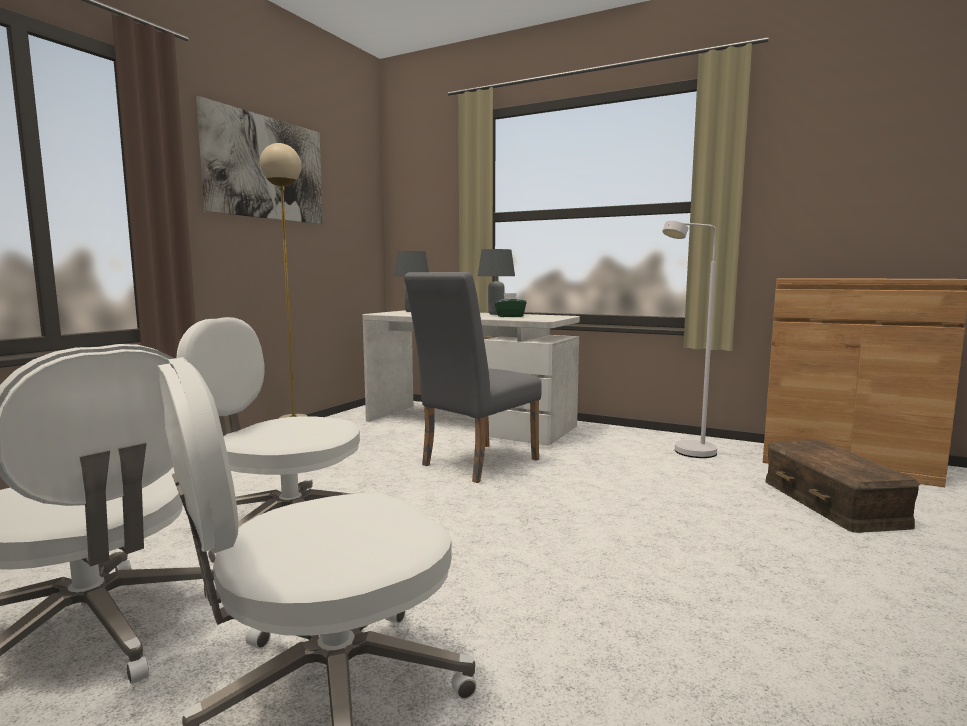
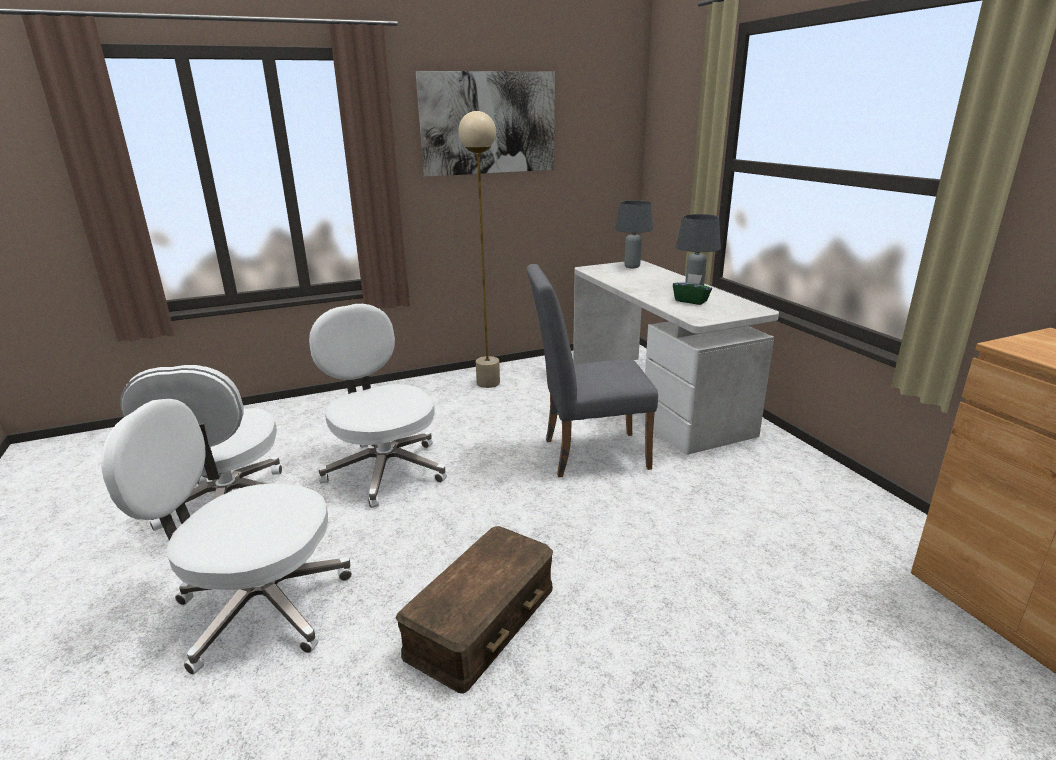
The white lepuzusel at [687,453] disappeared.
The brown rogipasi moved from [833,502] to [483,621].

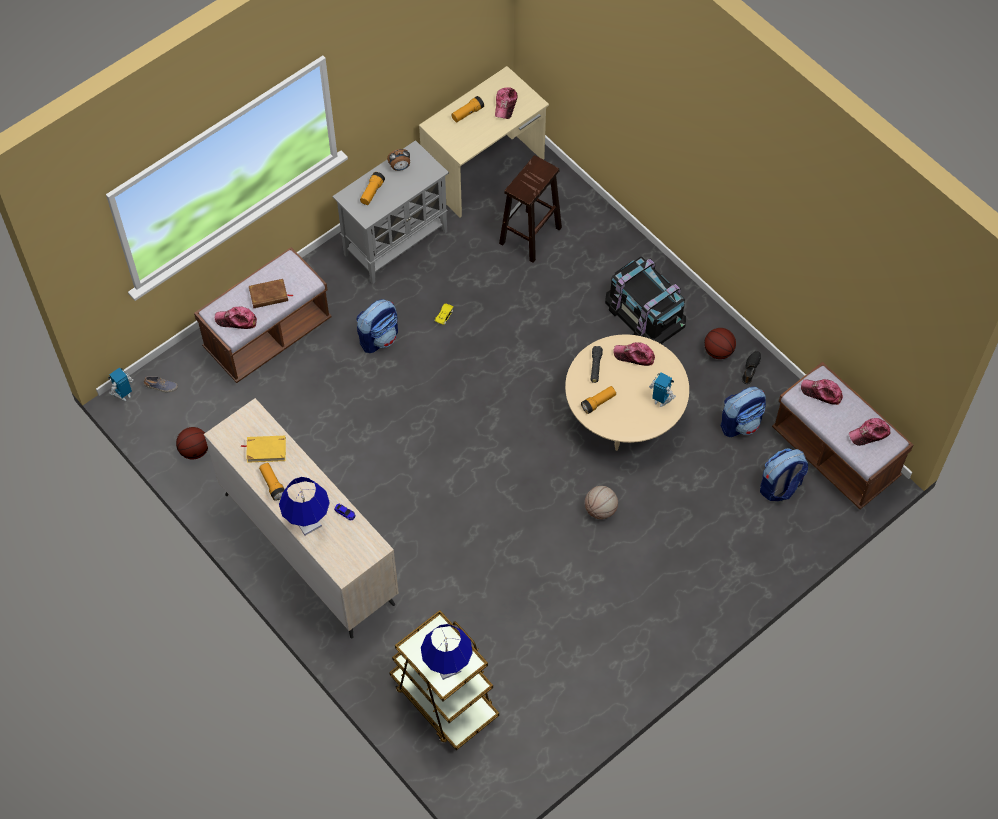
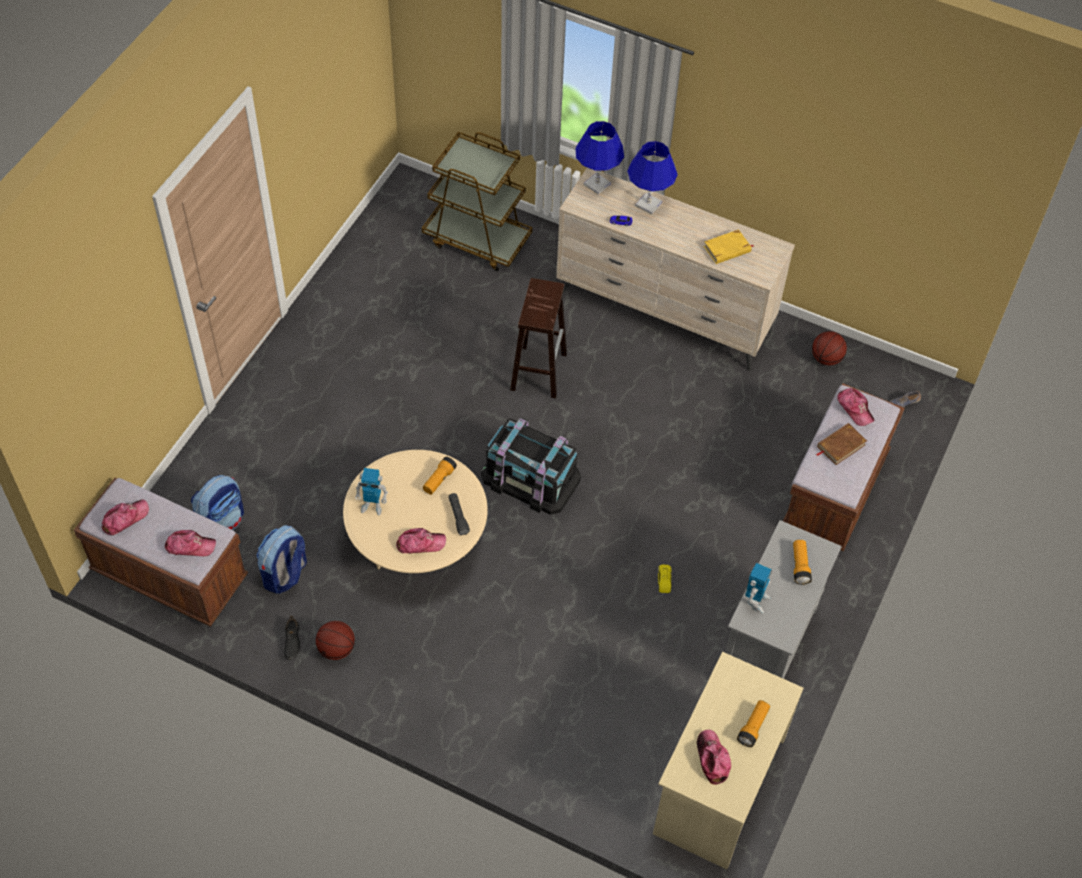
The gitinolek at [400,167] disappeared.
The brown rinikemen moved from [530,236] to [538,370].
The black rogipasi moved from [645,311] to [530,477].
The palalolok at [379,338] disappeared.
The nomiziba at [236,320] turned 75 degrees clockwise.
The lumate moved from [124,395] to [756,601].
The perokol at [272,484] disappeared.
The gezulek at [600,510] disappeared.
The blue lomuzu moved from [447,667] to [597,184].

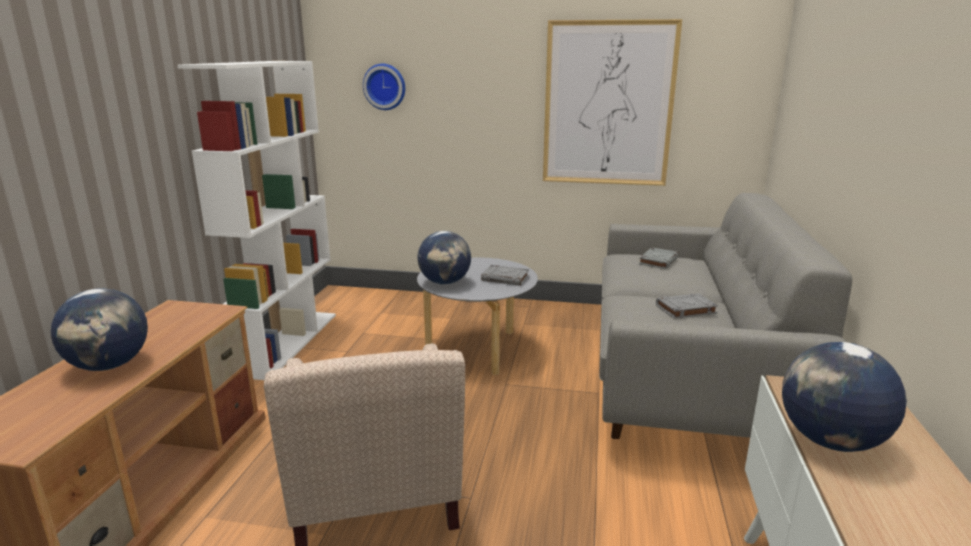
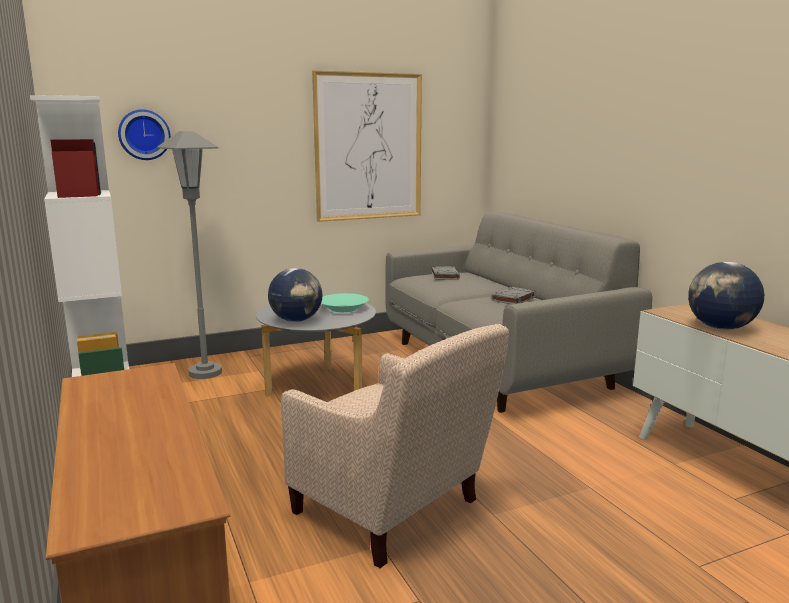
The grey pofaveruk at [506,278] was replaced by the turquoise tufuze at [344,308].
The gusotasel at [109,366] disappeared.
The grey lepuzusel at [205,372] appeared.

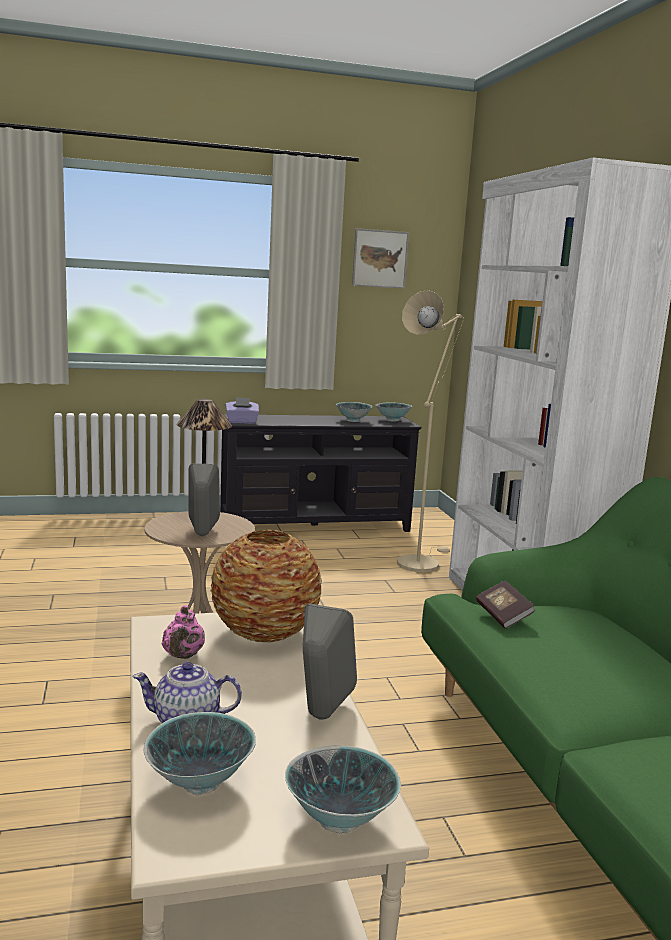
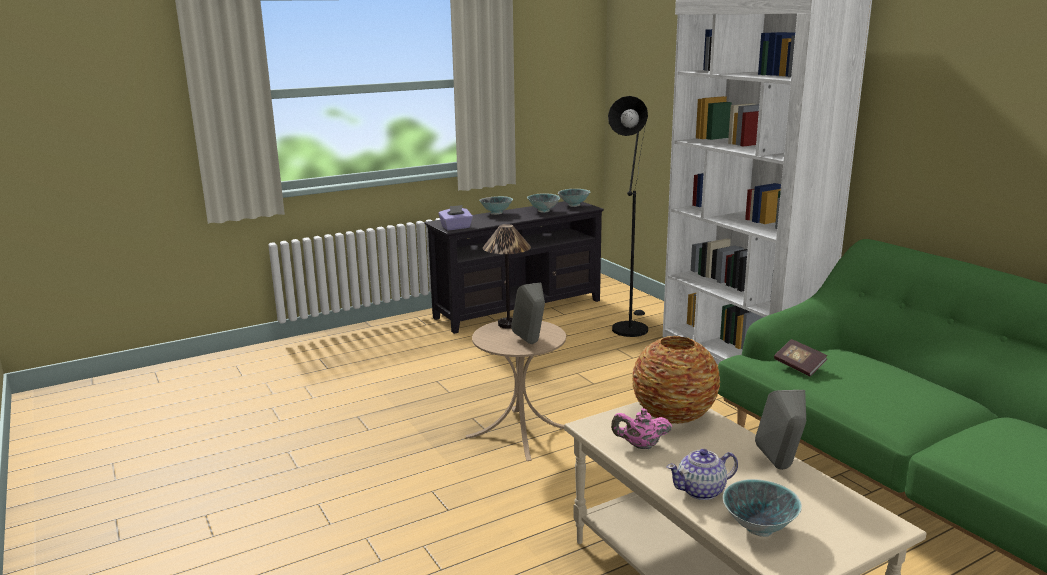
The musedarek at [380,258] disappeared.
The beige lepuzusel at [420,561] became the black lepuzusel at [630,327].
The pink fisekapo at [182,656] turned 105 degrees clockwise.
The tufuze moved from [340,820] to [496,213].

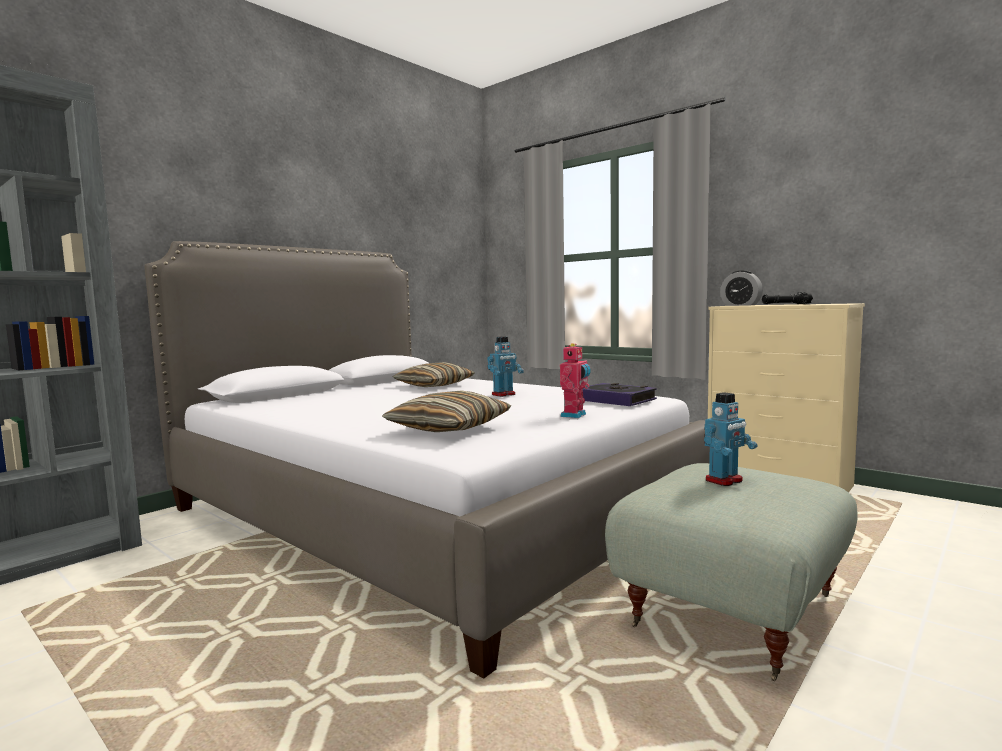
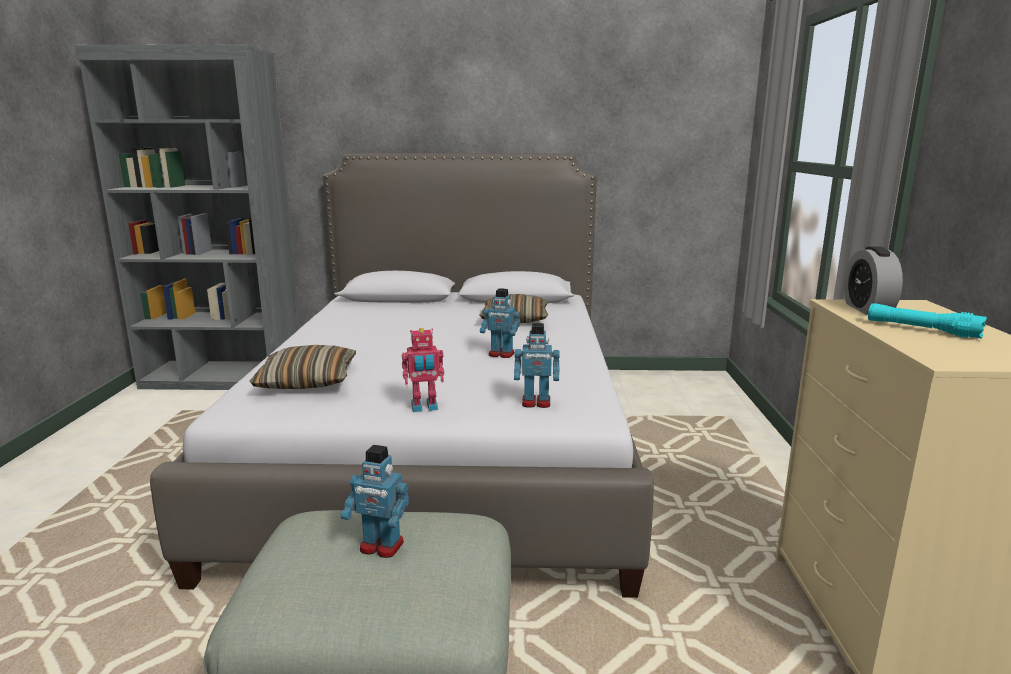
The black perokol at [786,304] became the turquoise perokol at [921,330].
The pofaveruk at [615,400] was replaced by the lumate at [536,403].

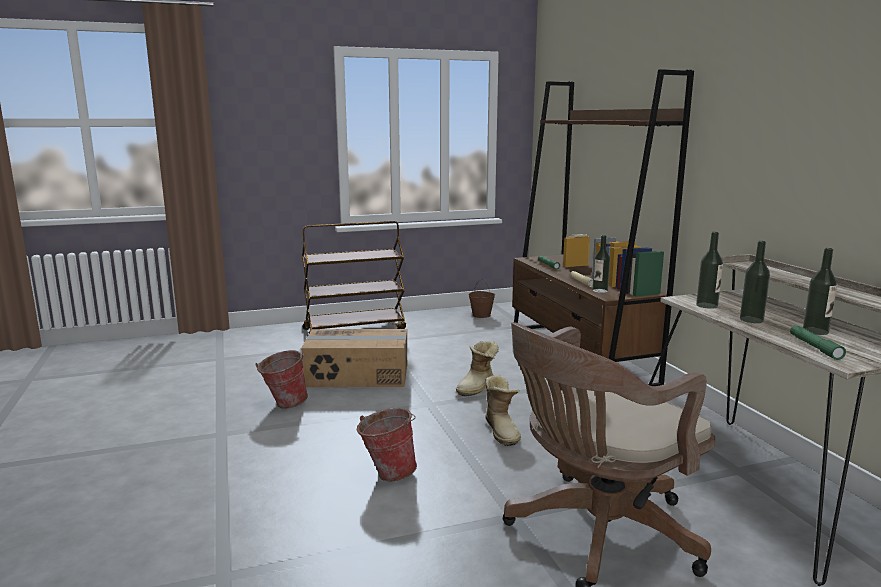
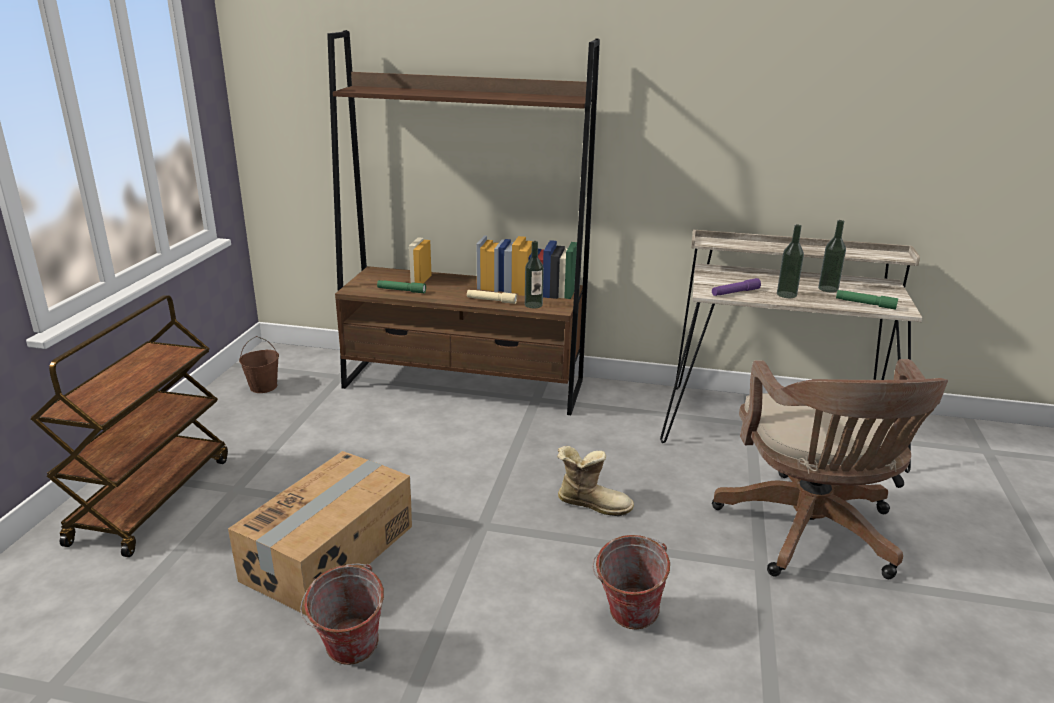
The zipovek at [707,305] was replaced by the purple perokol at [735,292].
The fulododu at [478,387] disappeared.

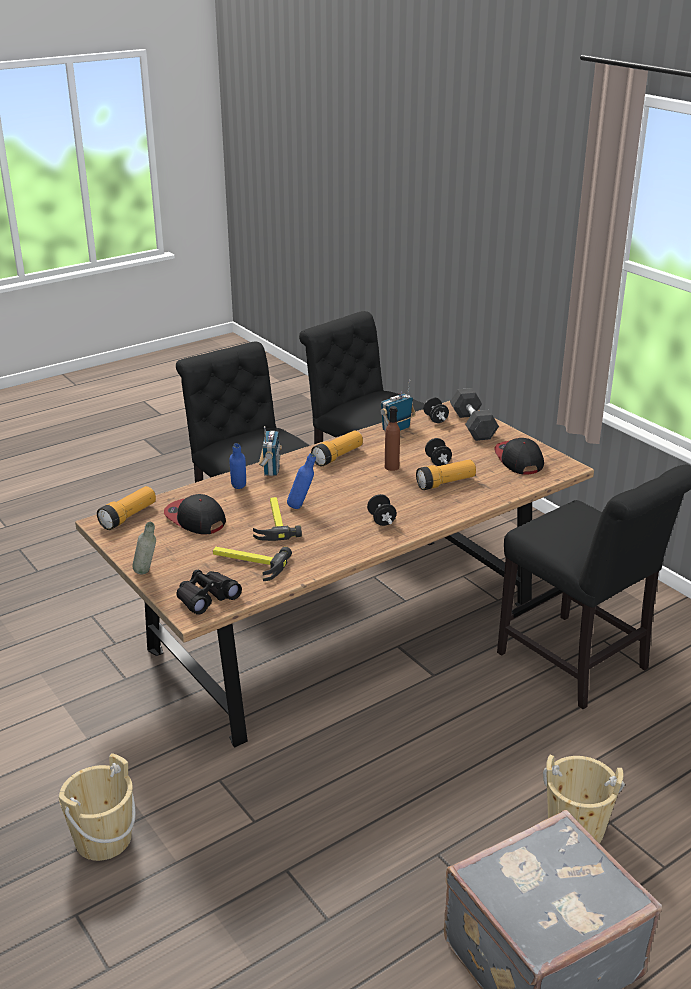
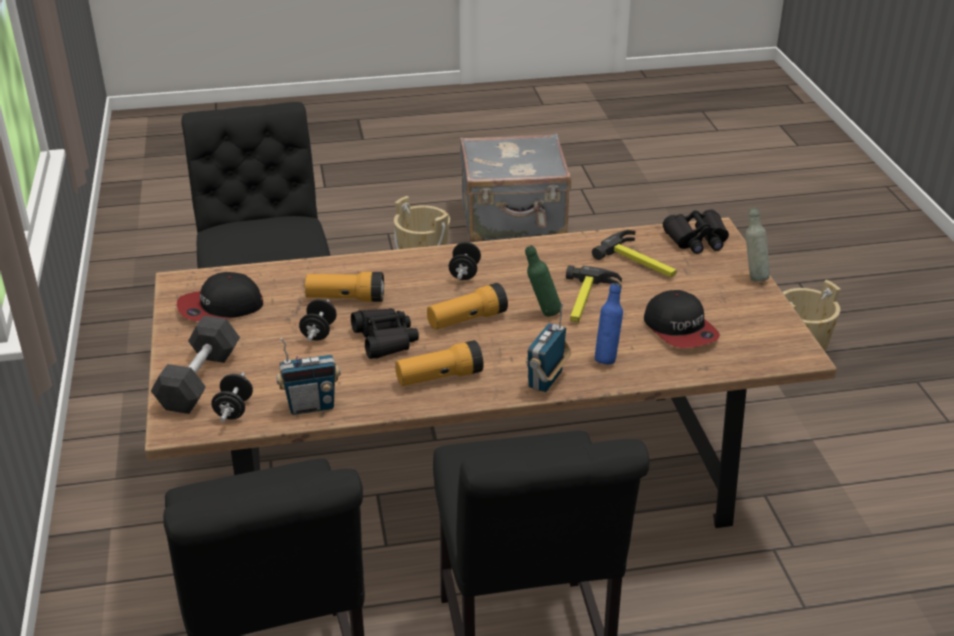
The brown zipovek at [391,467] was replaced by the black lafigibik at [385,340].
The nomiziba at [518,460] turned 60 degrees clockwise.
The blue zipovek at [301,506] became the green zipovek at [542,312].
The perokol moved from [128,517] to [467,320].

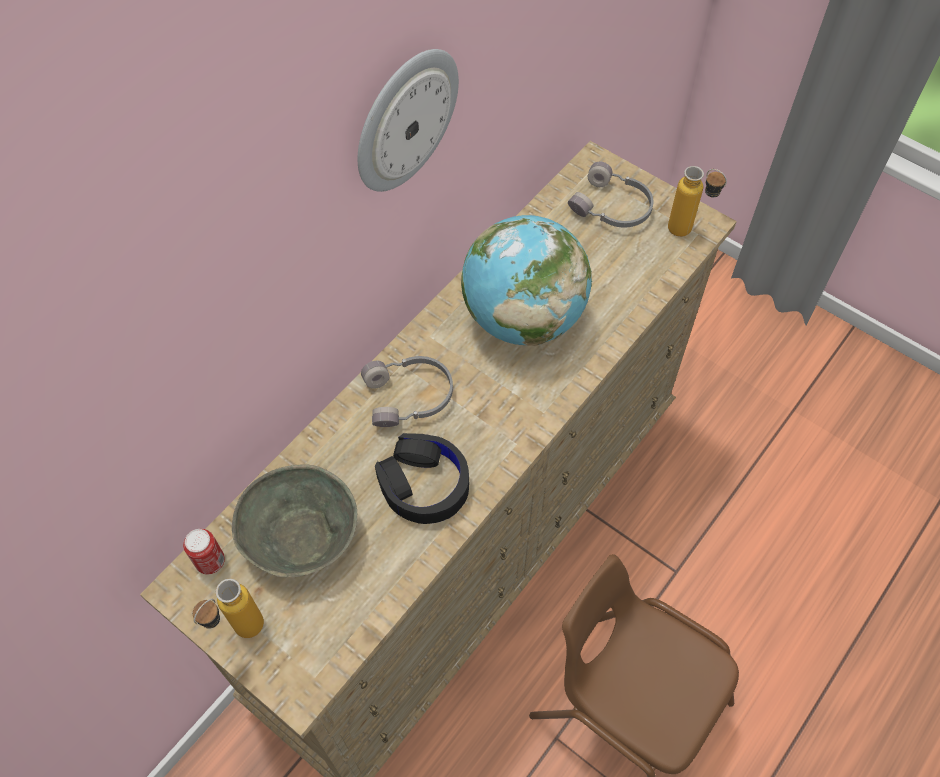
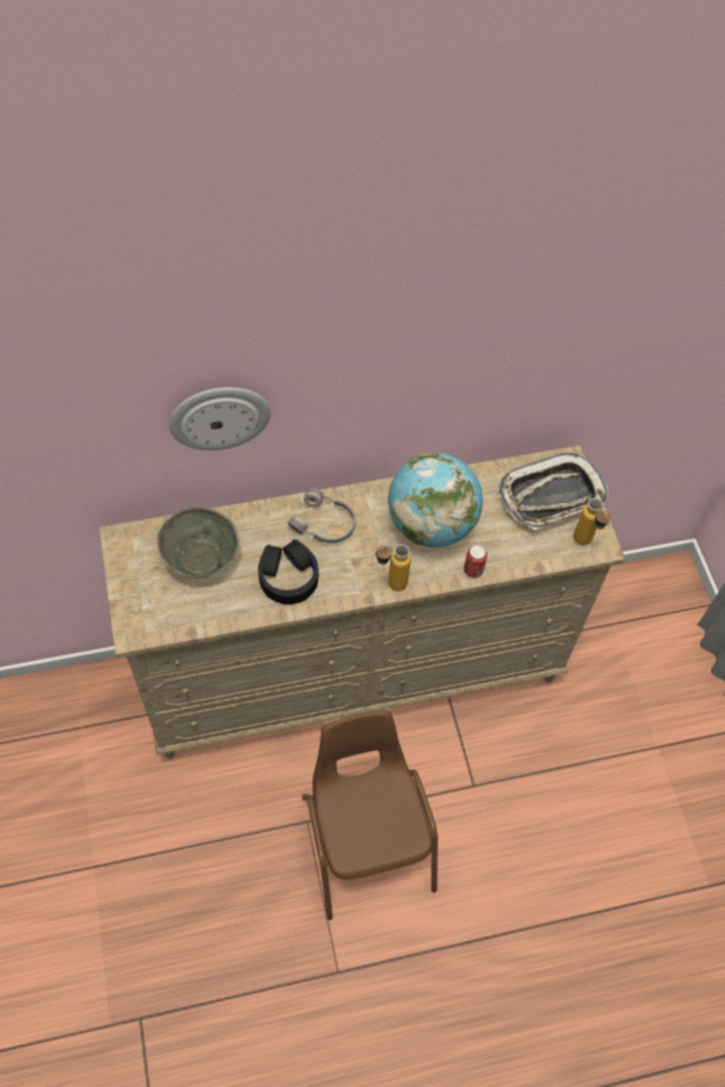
The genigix moved from [404,119] to [219,416].
The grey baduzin at [612,207] was replaced by the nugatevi at [551,496].
The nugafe moved from [210,562] to [473,570].
The zipovek moved from [240,634] to [389,585].

